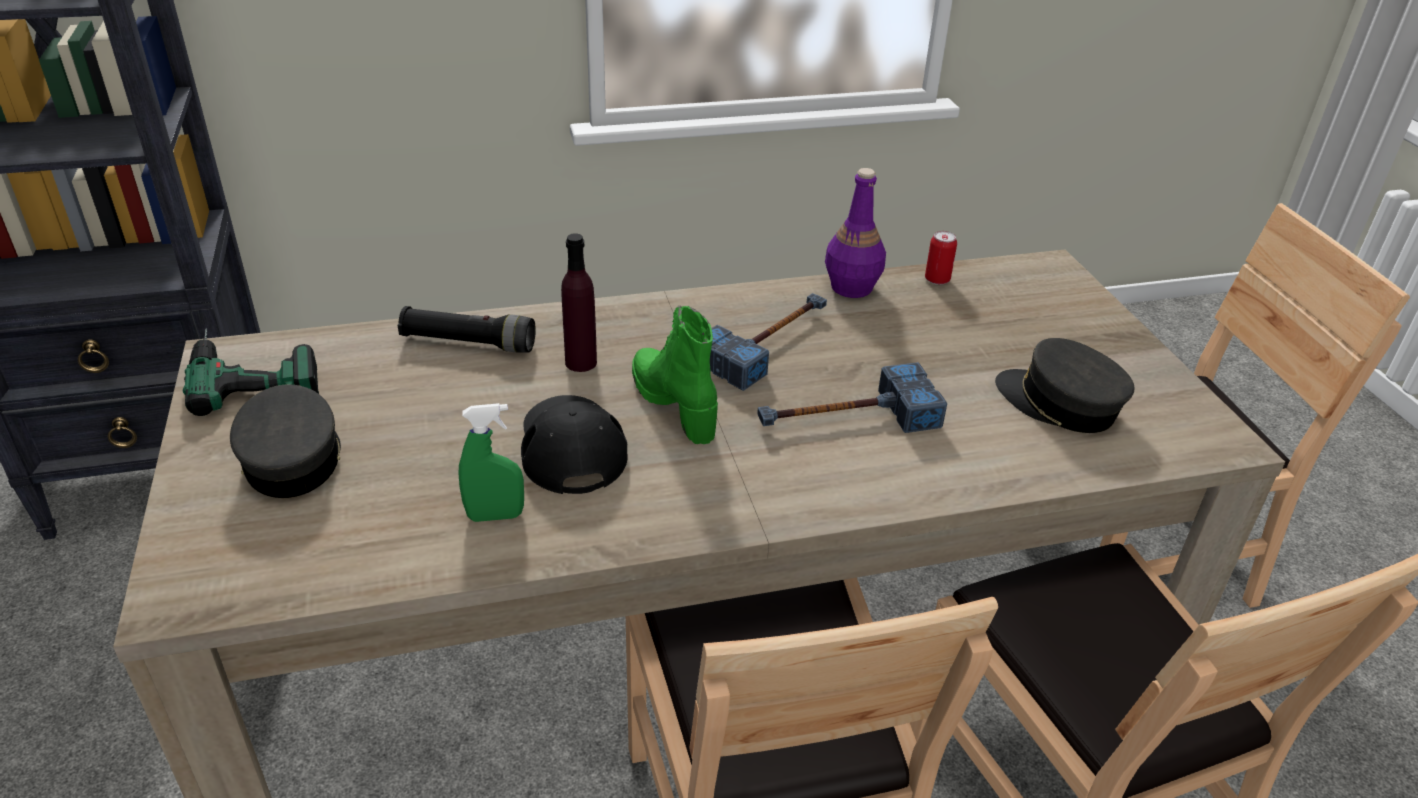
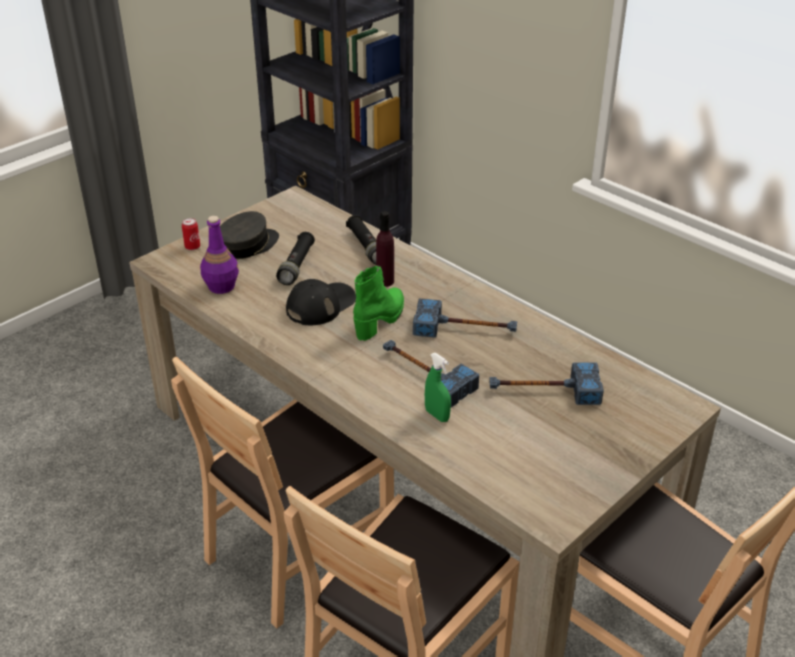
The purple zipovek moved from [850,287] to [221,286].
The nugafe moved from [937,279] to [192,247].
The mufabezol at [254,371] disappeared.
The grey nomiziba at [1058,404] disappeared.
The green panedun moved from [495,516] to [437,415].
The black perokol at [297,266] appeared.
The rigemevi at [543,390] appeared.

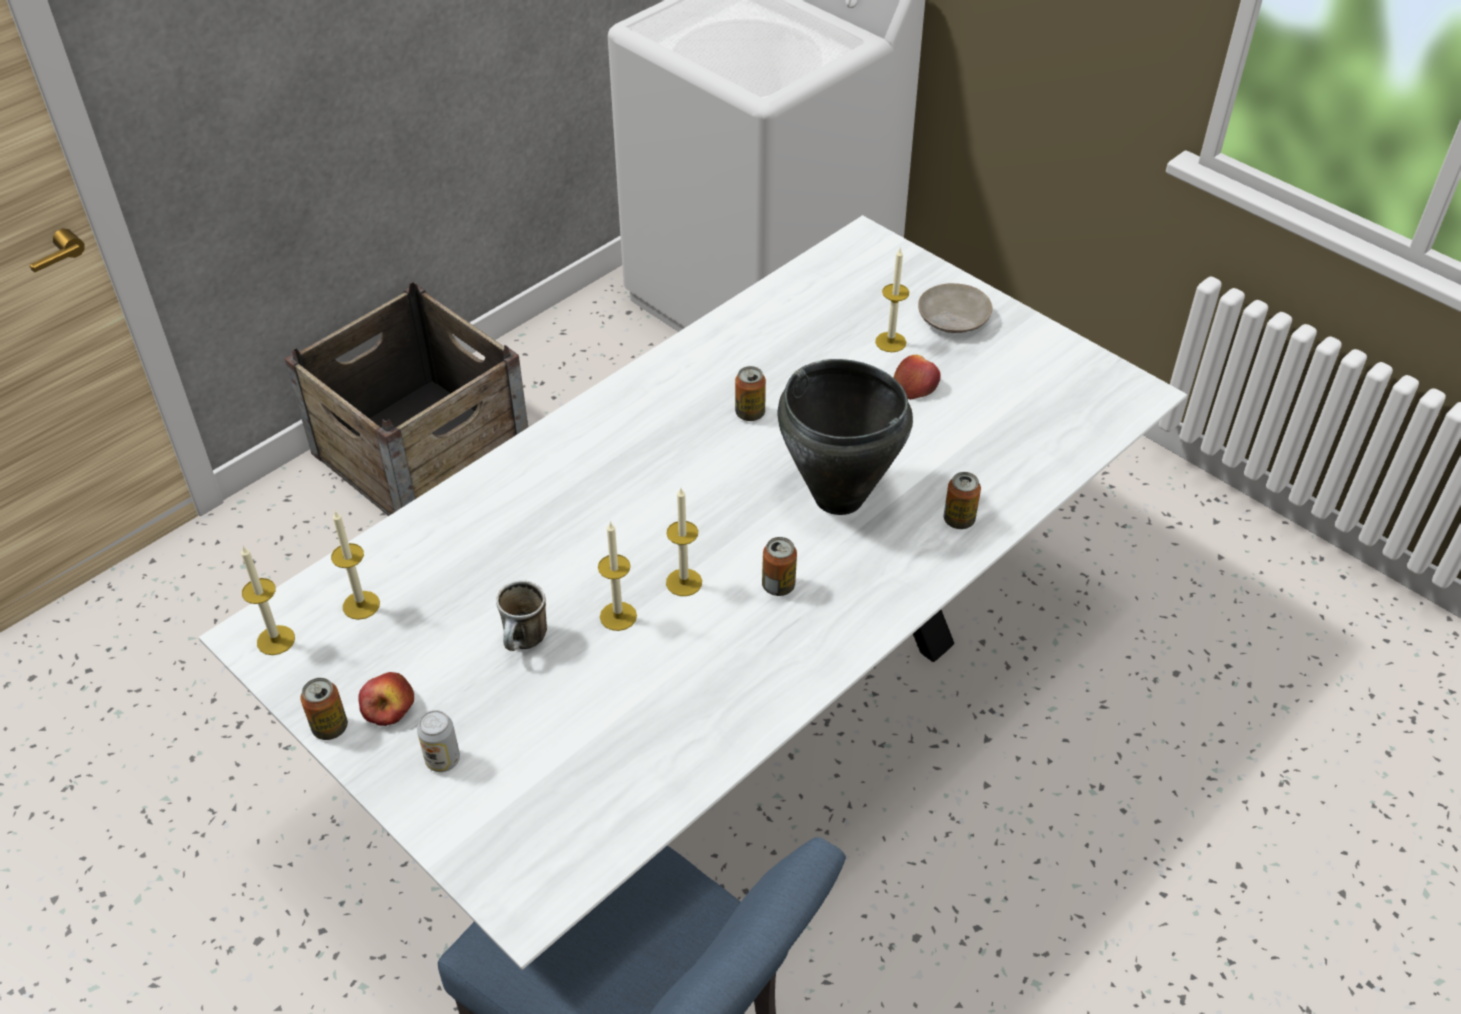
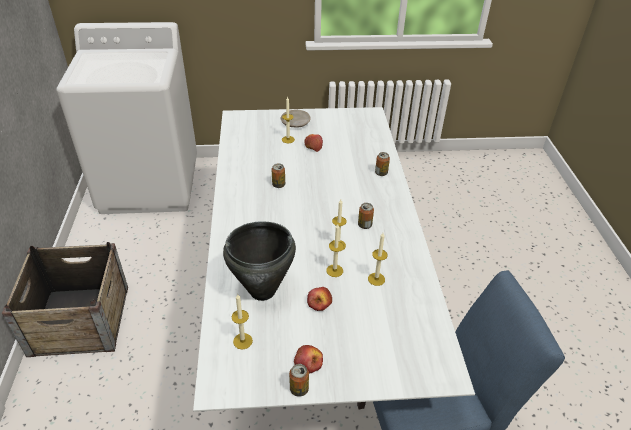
The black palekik moved from [839,498] to [263,291].
The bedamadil moved from [276,640] to [376,279].
The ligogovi at [525,643] was replaced by the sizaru at [319,303].
The nugafe at [442,760] disappeared.

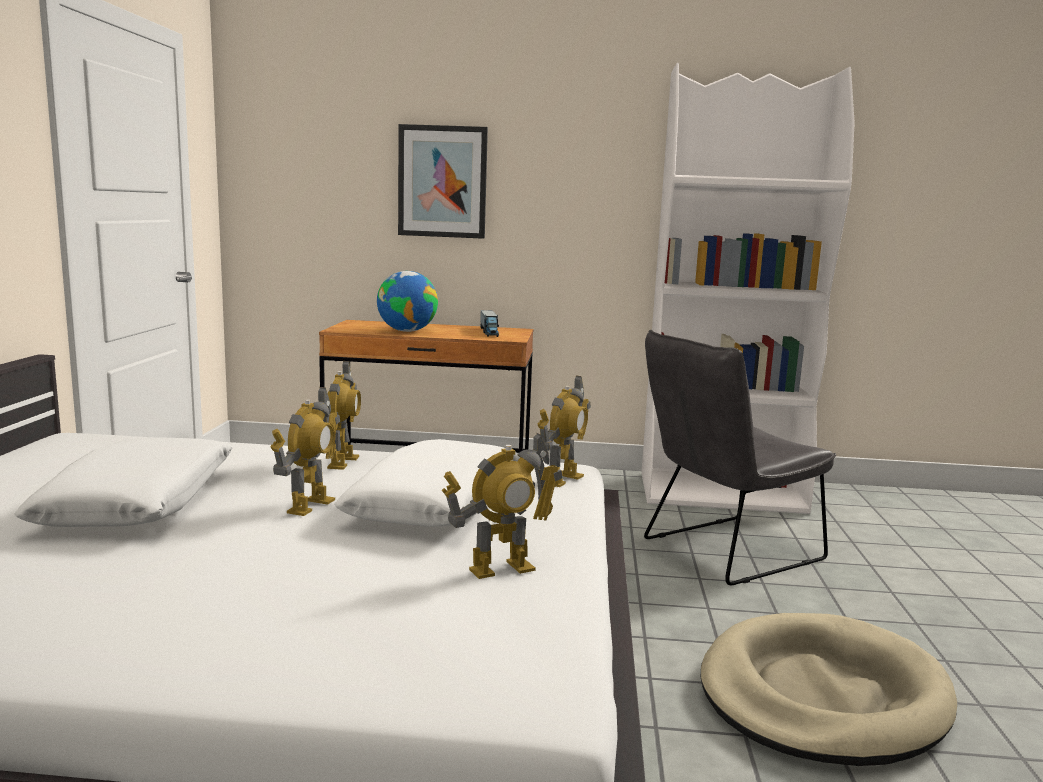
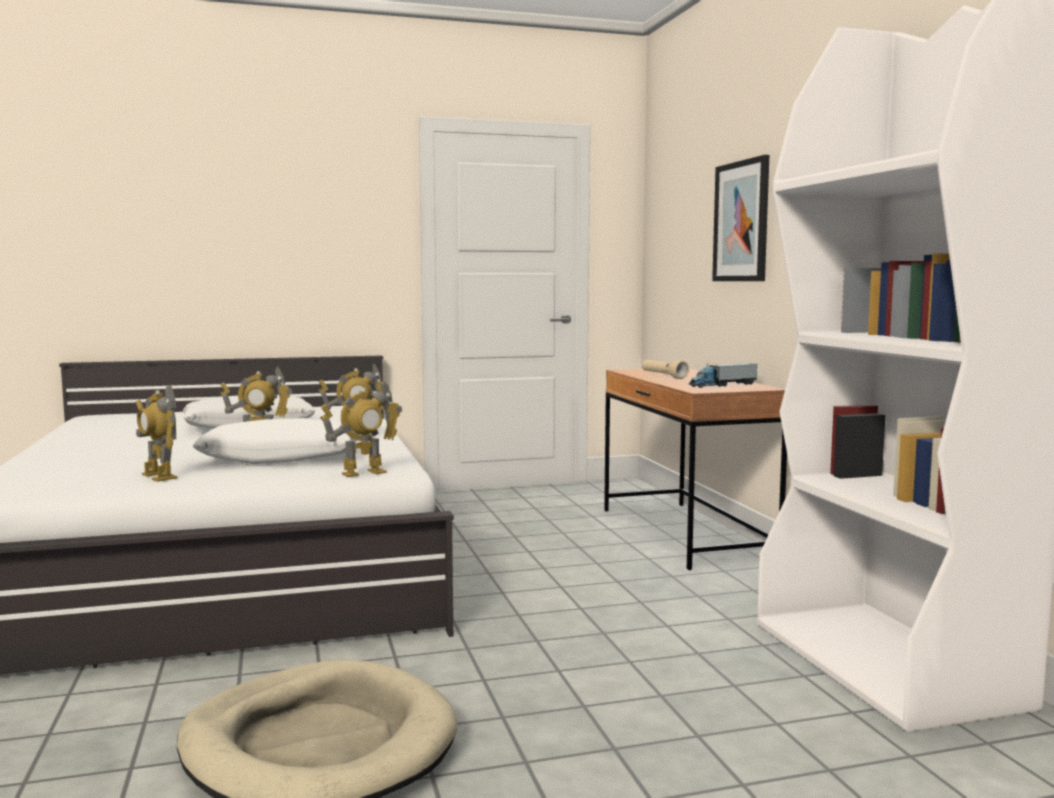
The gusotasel at [407,331] was replaced by the beige perokol at [663,376].
The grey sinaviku at [723,551] disappeared.
The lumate at [563,479] turned 45 degrees counterclockwise.

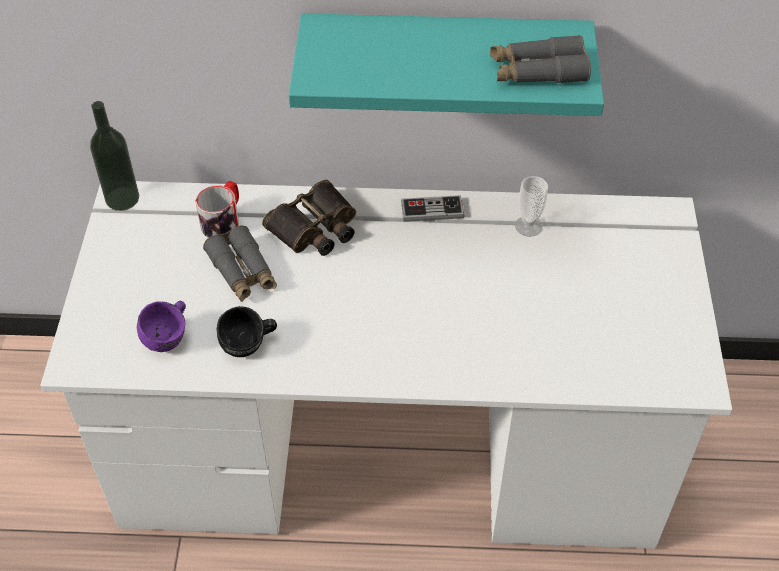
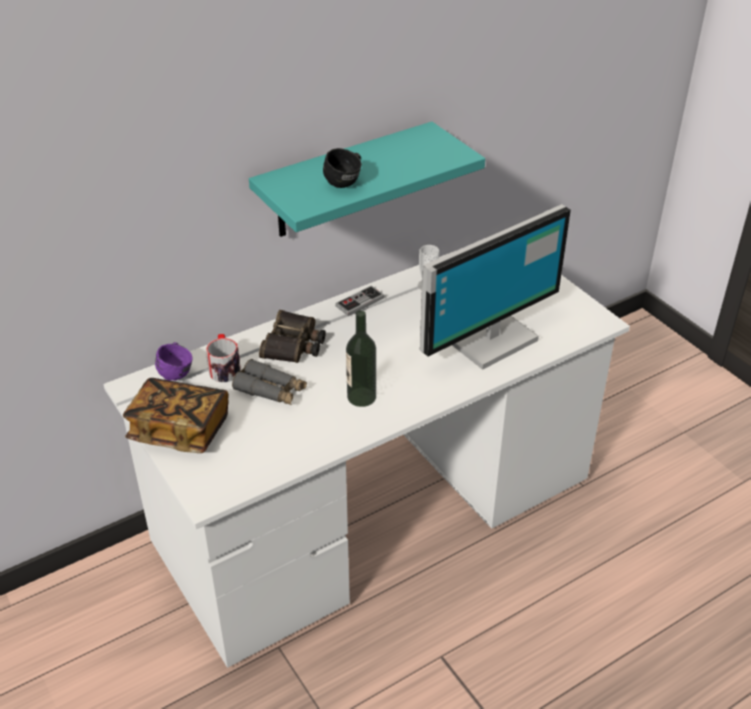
The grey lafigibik at [537,71] disappeared.
The zipovek moved from [122,199] to [361,397].
The purple ligogovi moved from [170,337] to [177,371].
The black ligogovi moved from [249,346] to [346,182].
The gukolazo at [489,338] appeared.
The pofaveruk at [180,430] appeared.

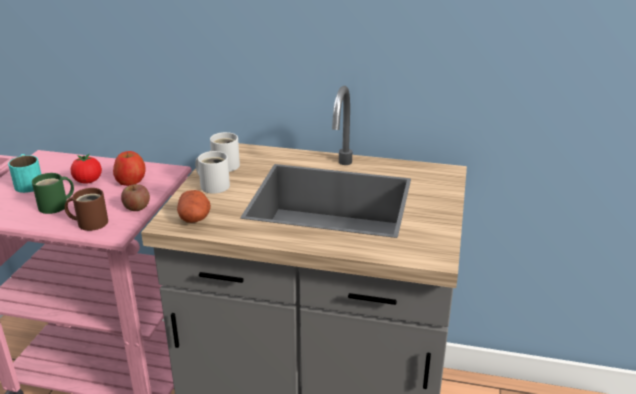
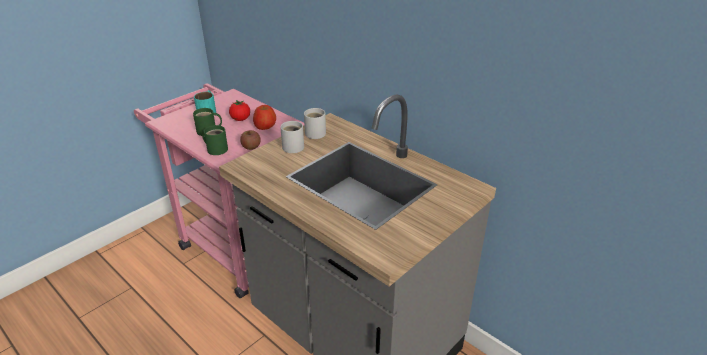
The brown ligogovi at [90,222] became the green ligogovi at [216,149].
The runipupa at [194,218] disappeared.

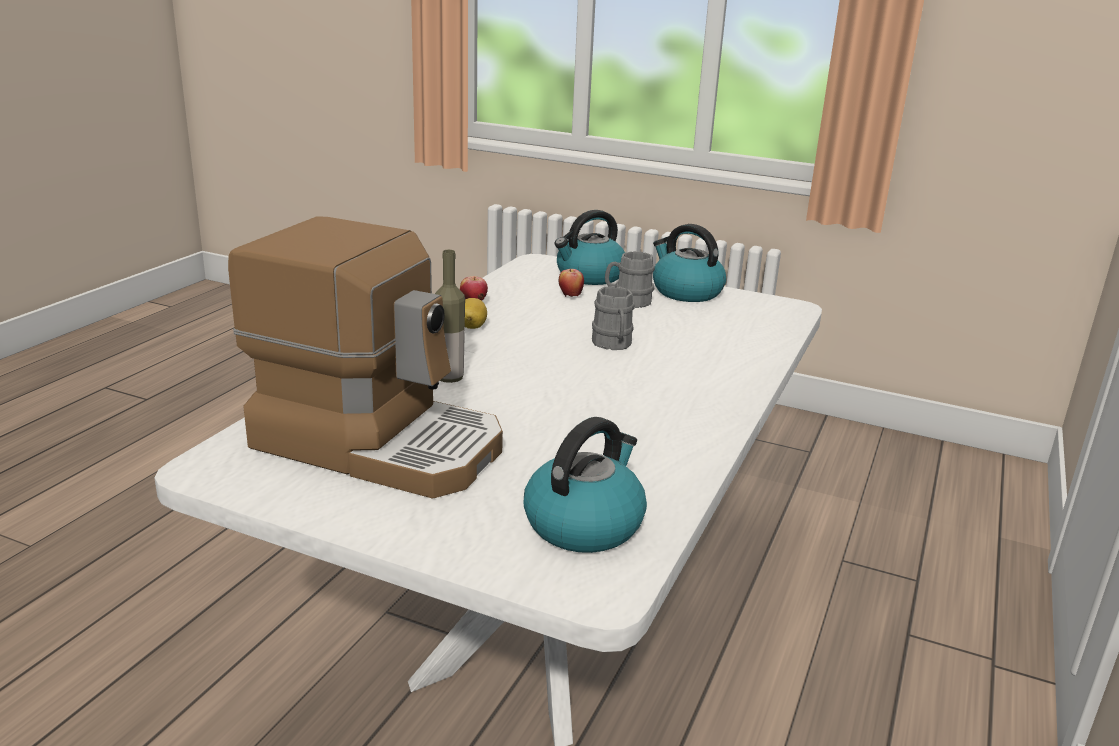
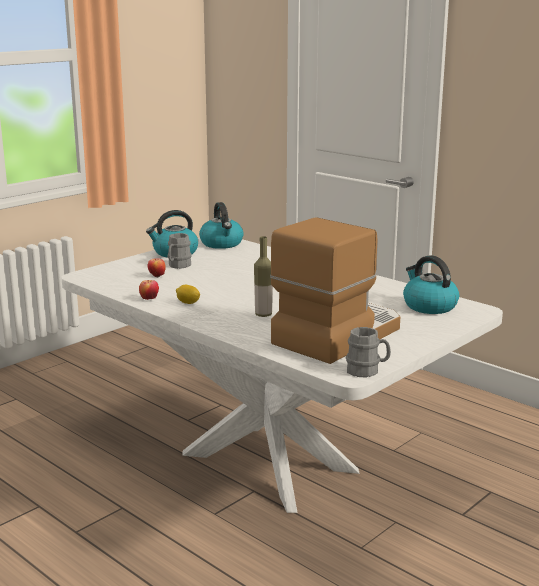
The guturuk moved from [589,276] to [222,244].
The grey ligogovi moved from [613,345] to [367,371].

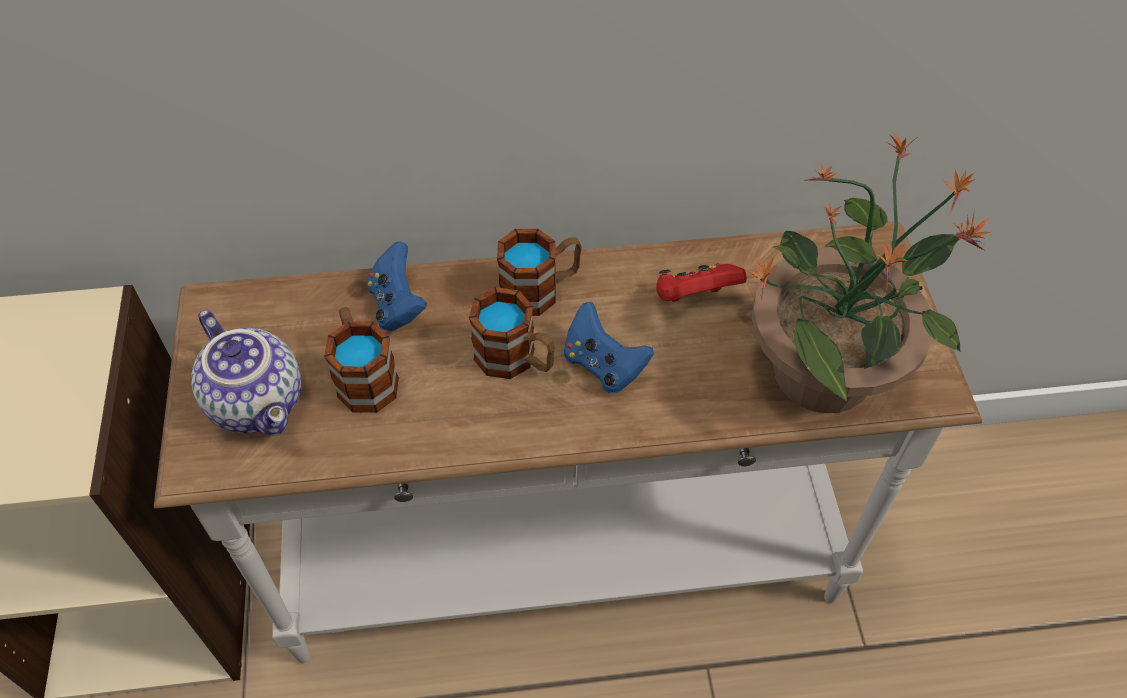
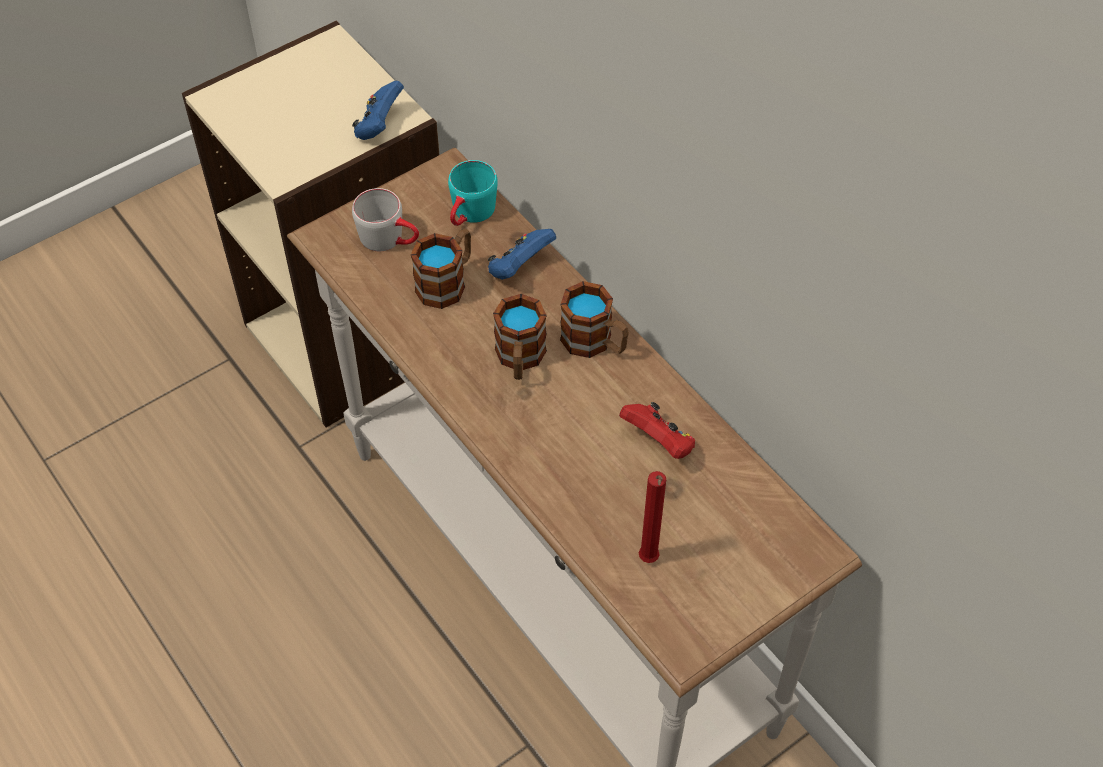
The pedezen at [826,371] was replaced by the red bedamadil at [648,561].
The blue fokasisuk moved from [603,365] to [379,126].
The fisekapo at [259,402] was replaced by the grey ligogovi at [390,239].
The turquoise ligogovi at [470,215] appeared.

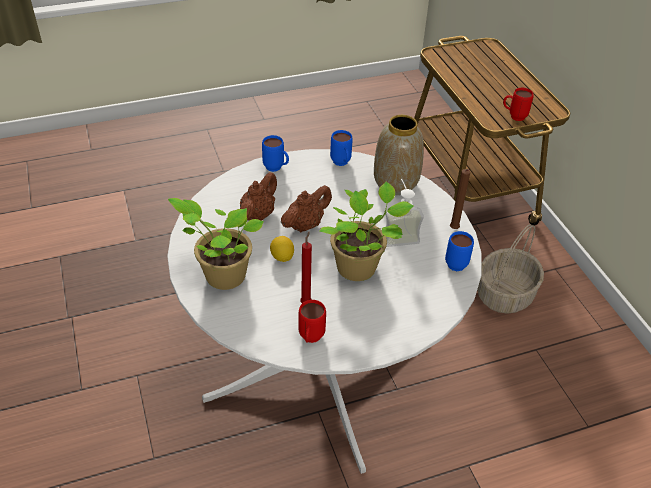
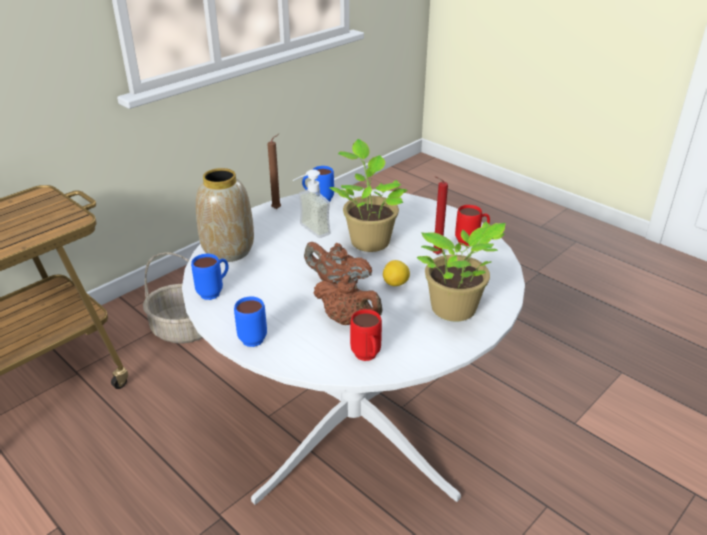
The red ligogovi moved from [513,116] to [367,358].
The brown fisekapo at [258,214] turned 150 degrees counterclockwise.

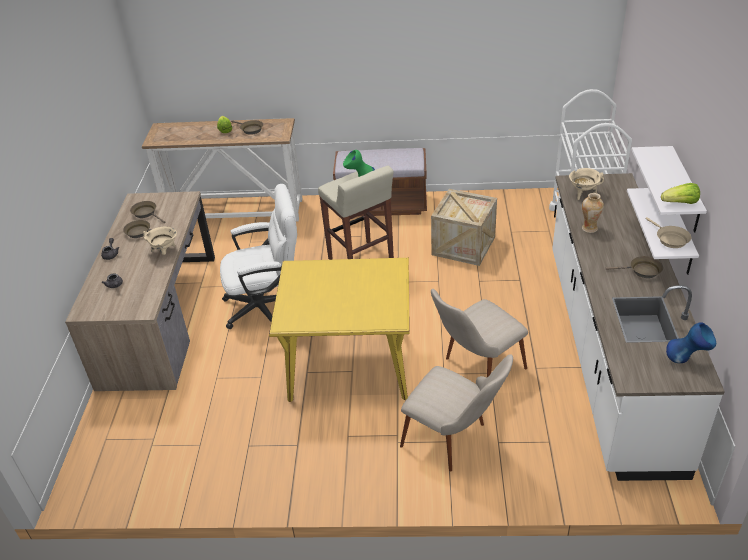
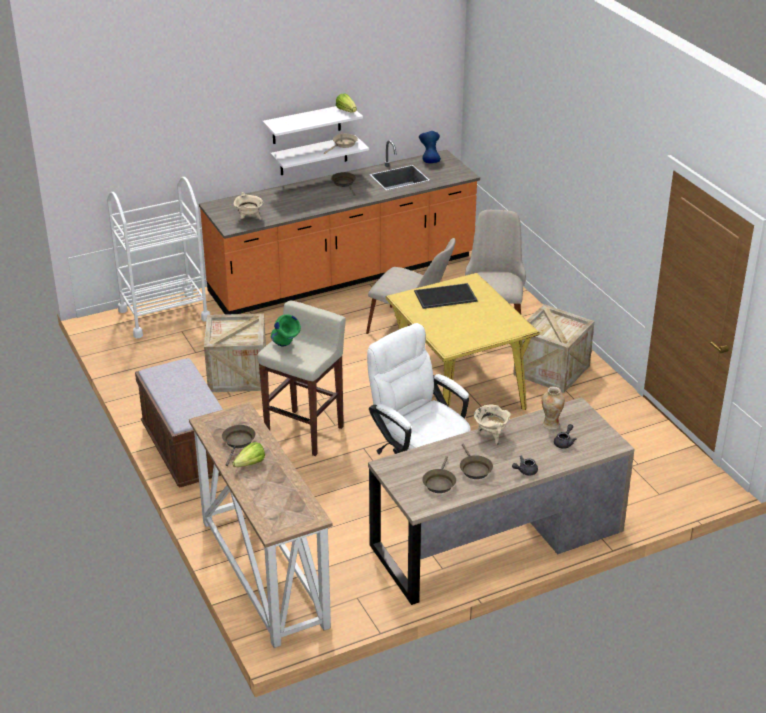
The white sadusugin at [609,352] became the orange sadusugin at [343,275].
The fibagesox moved from [589,228] to [551,424].
The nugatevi at [445,297] appeared.
The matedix at [551,370] appeared.

